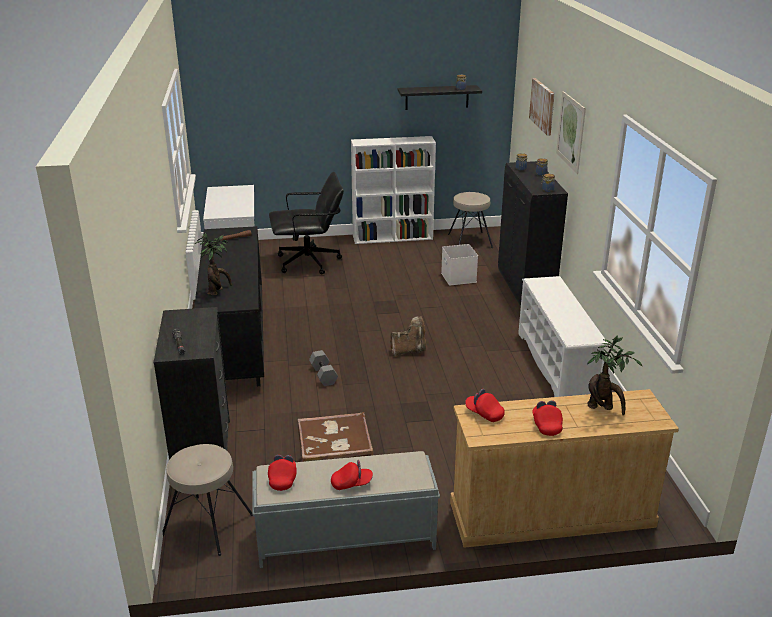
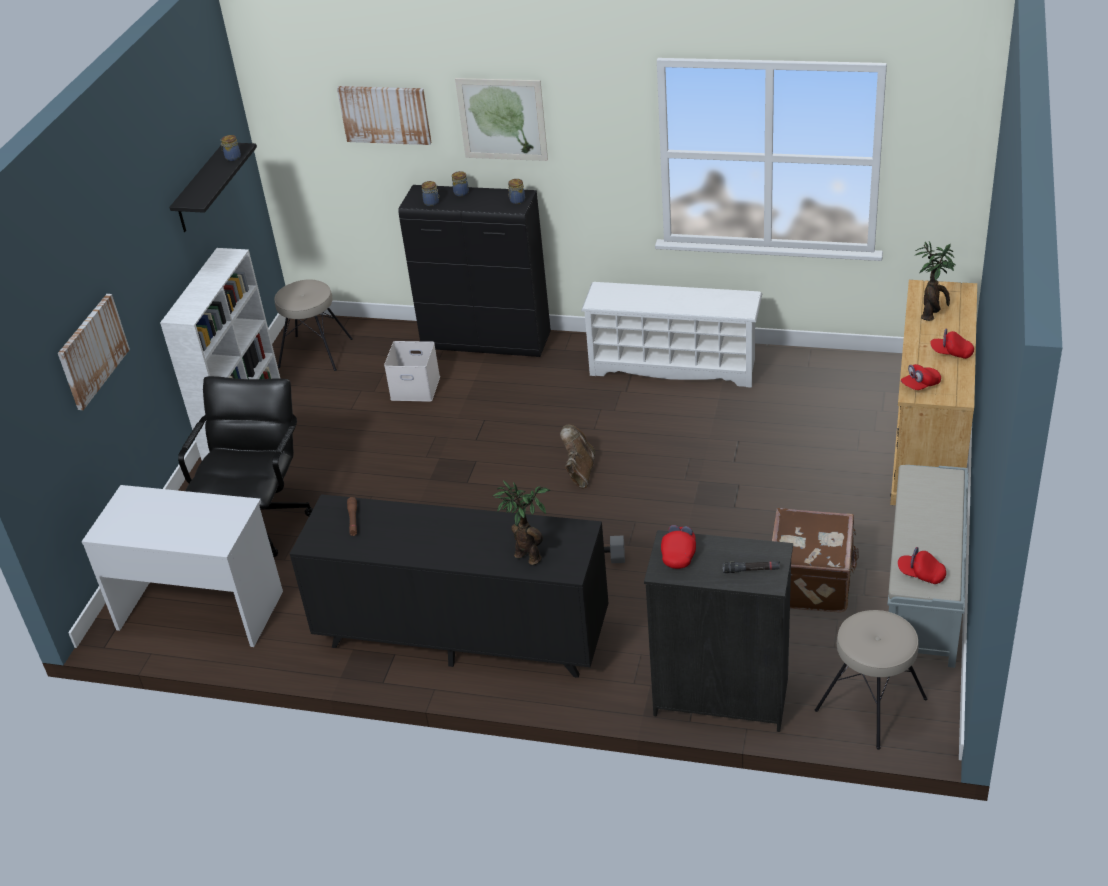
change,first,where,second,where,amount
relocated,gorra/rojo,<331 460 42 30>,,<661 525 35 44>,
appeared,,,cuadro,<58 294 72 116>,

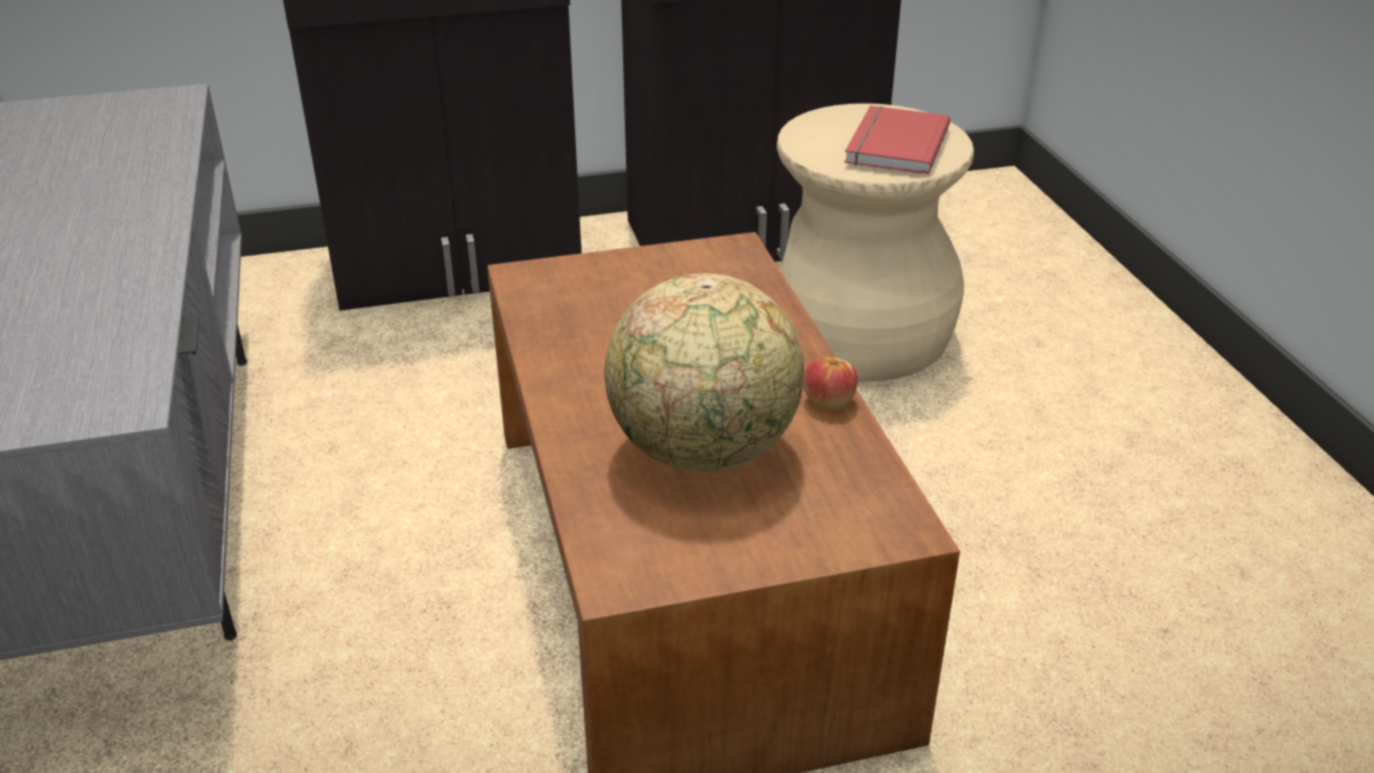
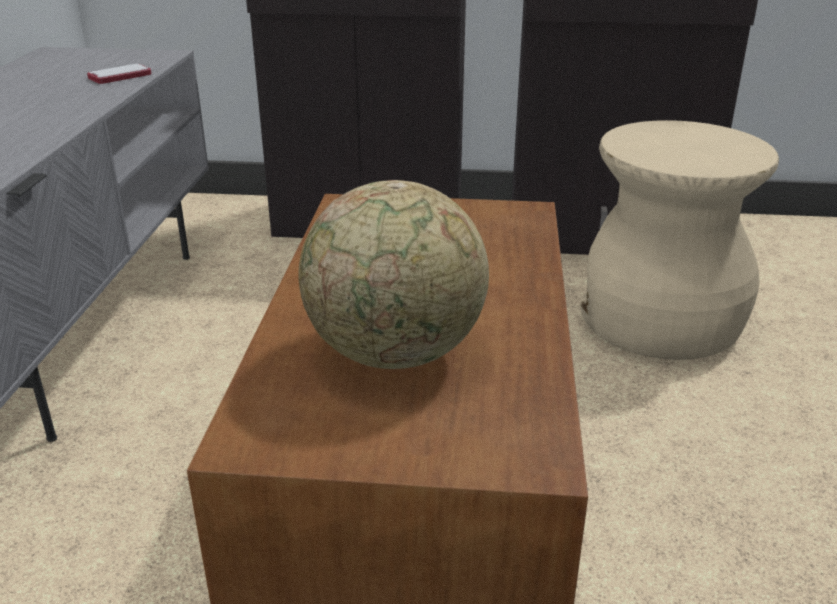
change,first,where,second,where,amount
missing,libro/rojo,<844 105 106 69>,,,
missing,manzana,<803 357 55 53>,,,
appeared,,,móvil,<87 64 64 20>,

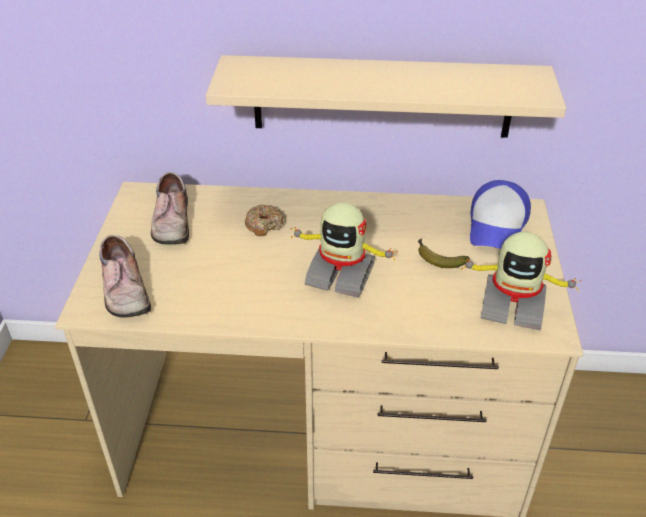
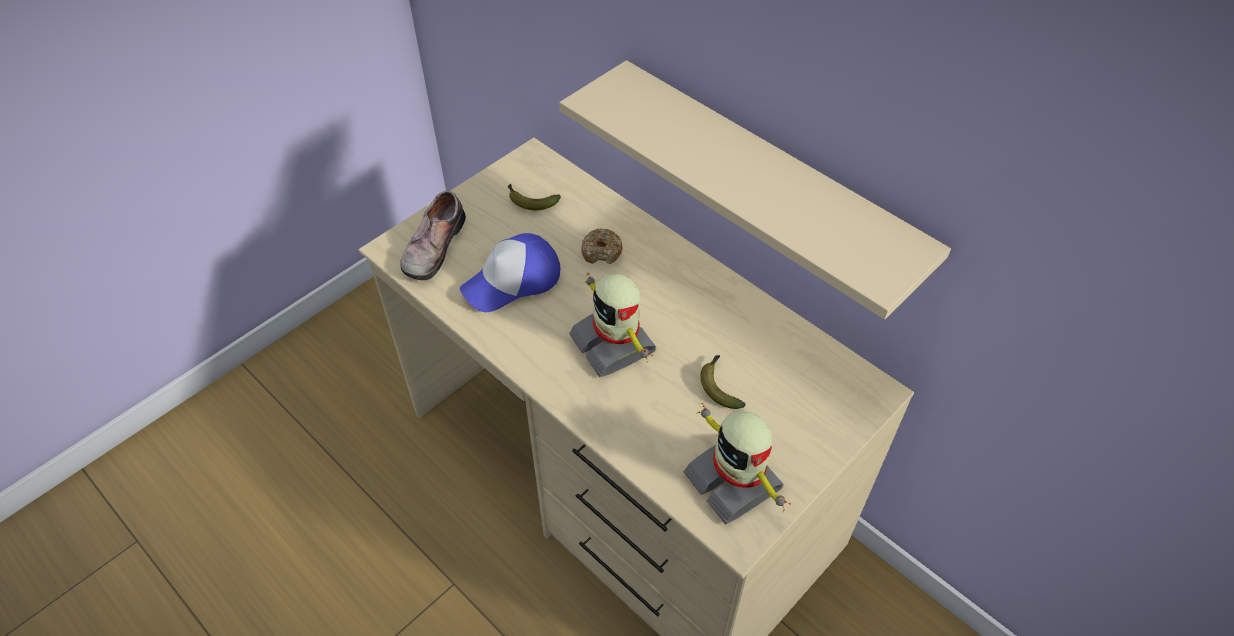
change,first,where,second,where,amount
exchanged,zapato,<151 172 38 73>,plátano,<508 183 53 27>,
relocated,gorra,<470 180 61 69>,,<460 233 100 79>,

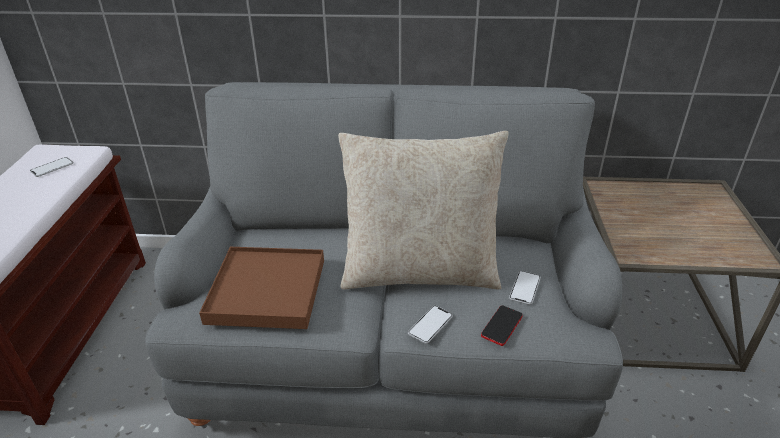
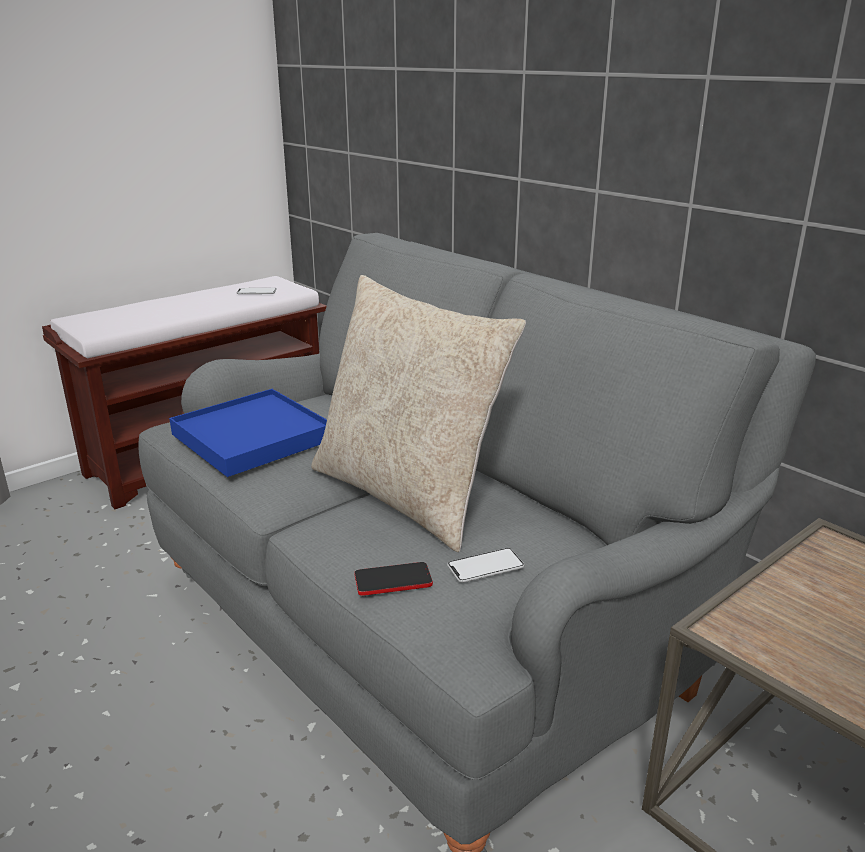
change,first,where,second,where,amount
colour,bandeja/marrón,<199 247 125 82>,bandeja/azul,<169 389 158 88>,
missing,móvil,<408 306 45 38>,,,

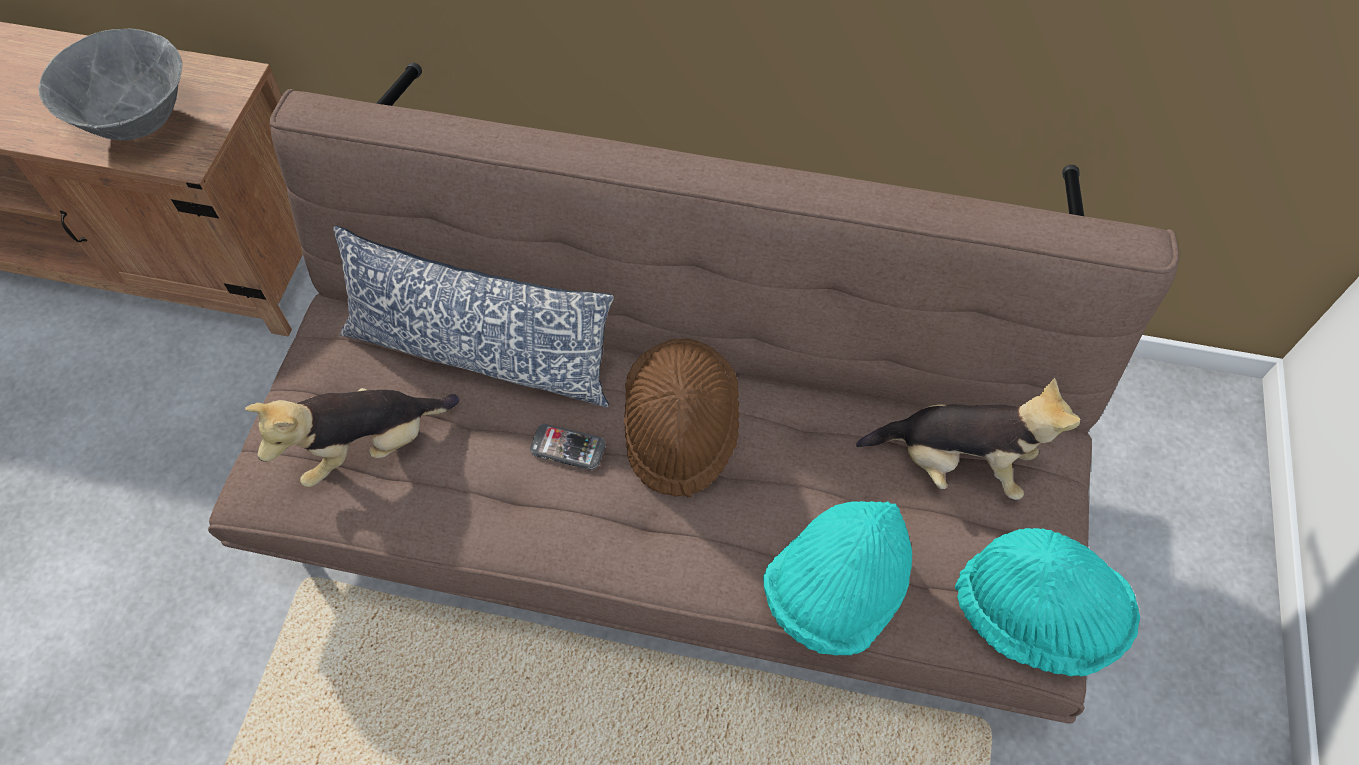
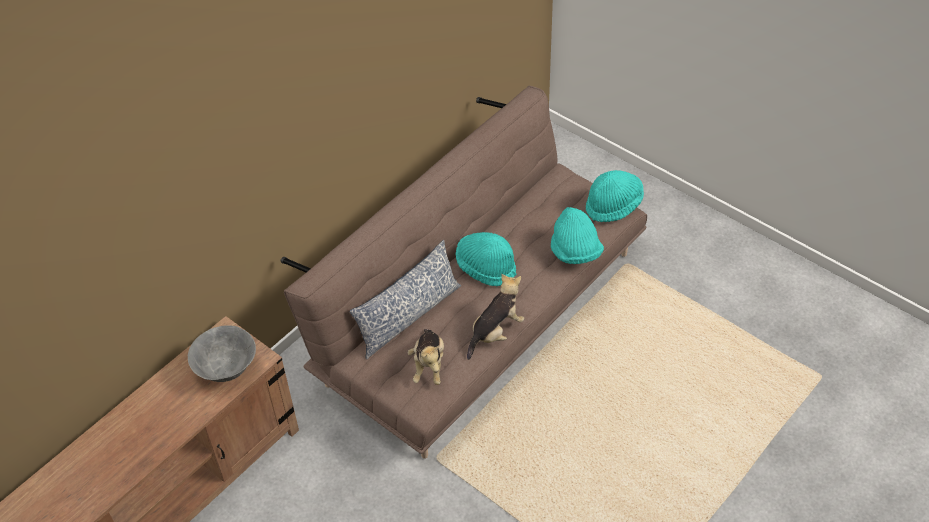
change,first,where,second,where,amount
colour,sombrero/marrón,<624 339 115 158>,sombrero/turquesa,<456 232 61 54>,
relocated,peluche,<856 378 224 122>,,<467 274 57 86>,
missing,móvil,<530 424 76 46>,,,

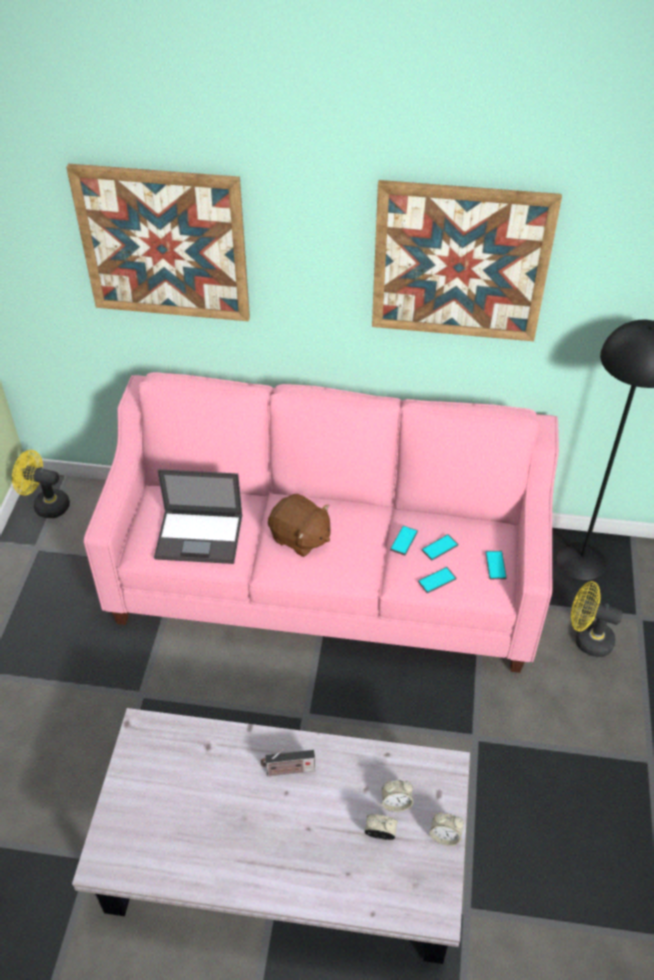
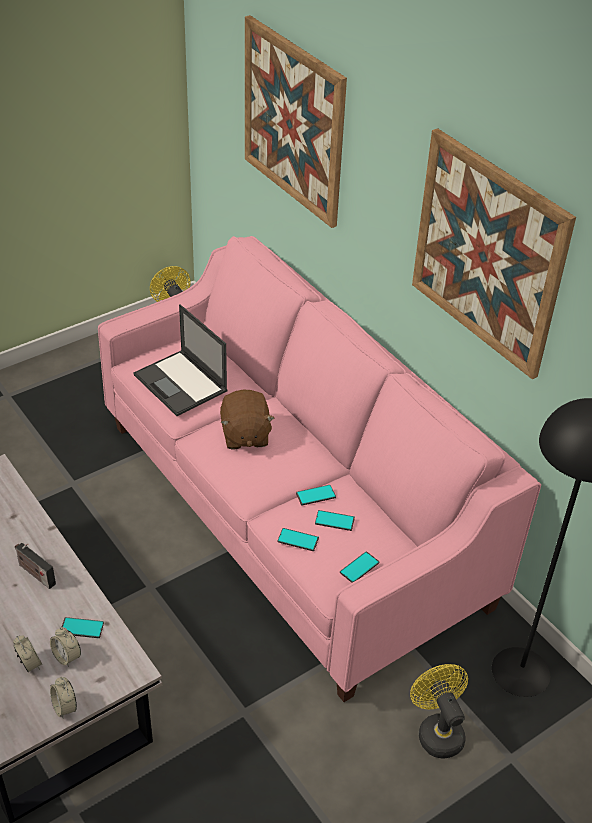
change,first,where,second,where,amount
appeared,,,móvil,<61 617 43 21>,

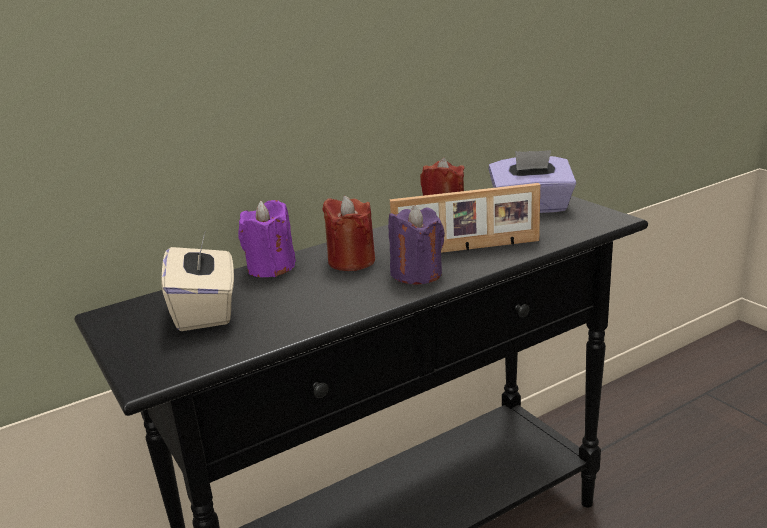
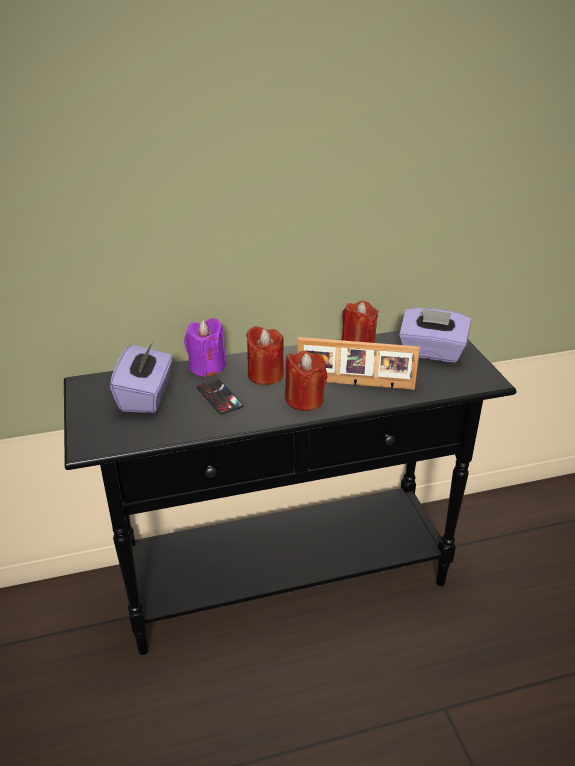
change,first,where,second,where,amount
colour,vela/morado,<388 205 57 79>,vela/rojo,<285 351 43 60>,
colour,caja de pañuelos/beis,<161 230 73 101>,caja de pañuelos/morado,<110 343 63 70>,
appeared,,,móvil,<197 379 47 35>,

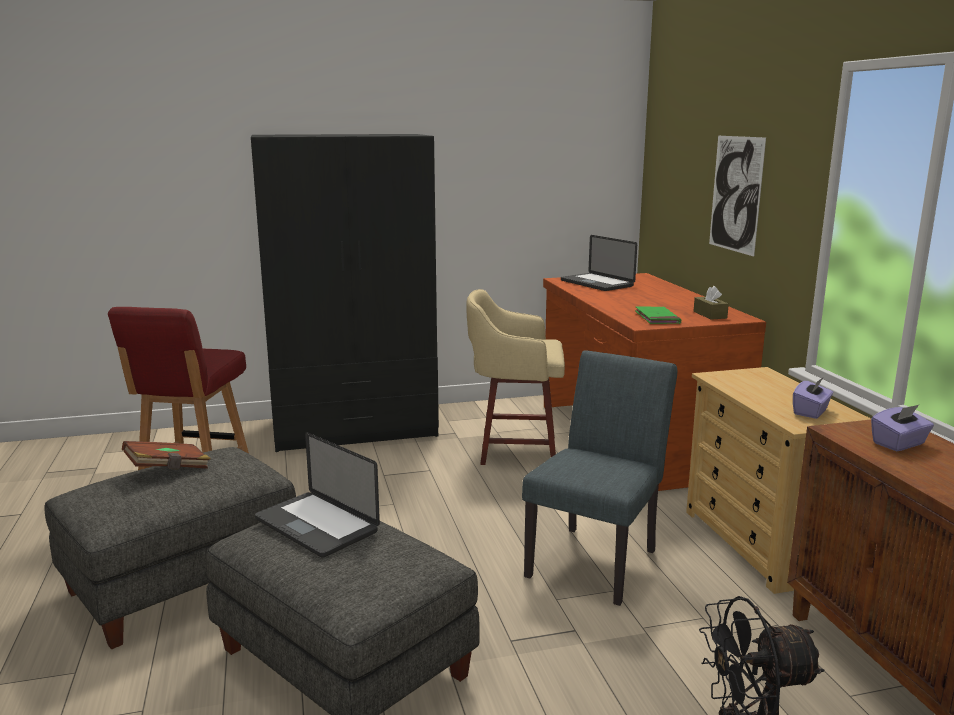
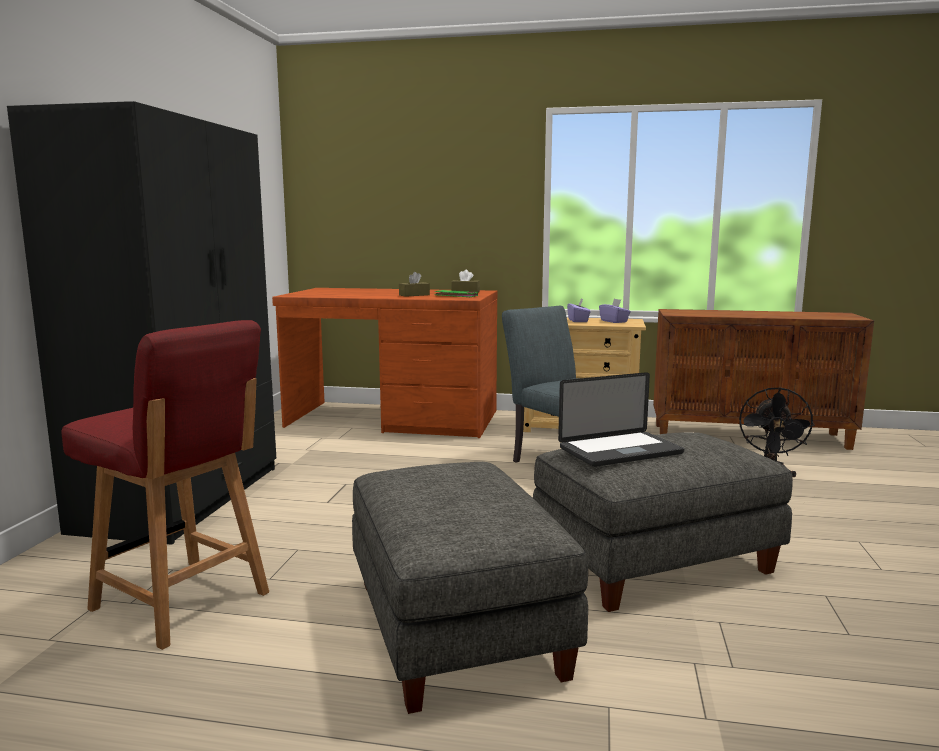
change,first,where,second,where,amount
missing,cuadro,<709 136 57 121>,,,
missing,portátil,<561 235 76 56>,,,
missing,taburete/beis,<466 289 99 176>,,,
relocated,caja de pañuelos/morado,<871 405 63 46>,,<567 299 24 23>,
missing,libro/marrón,<122 441 89 28>,,,
appeared,,,caja de pañuelos/marrón,<399 272 31 25>,

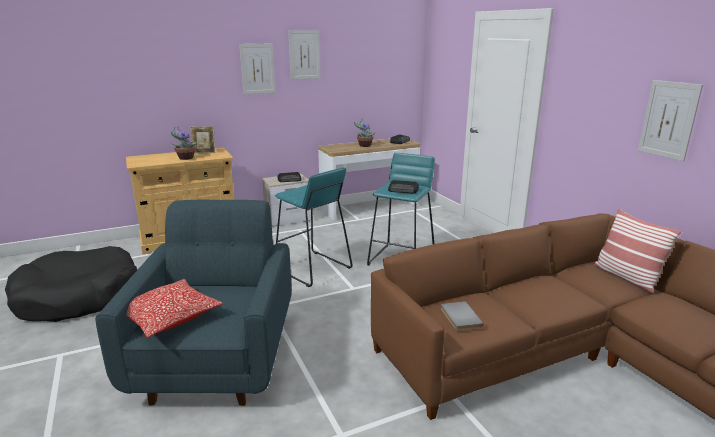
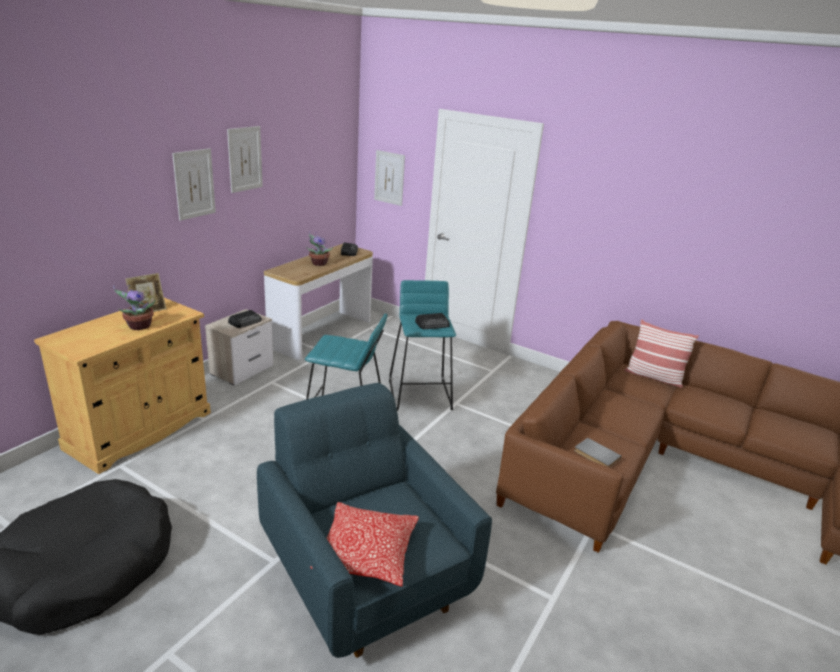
change,first,where,second,where,amount
relocated,cuadro,<638 80 65 81>,,<374 150 31 56>,

